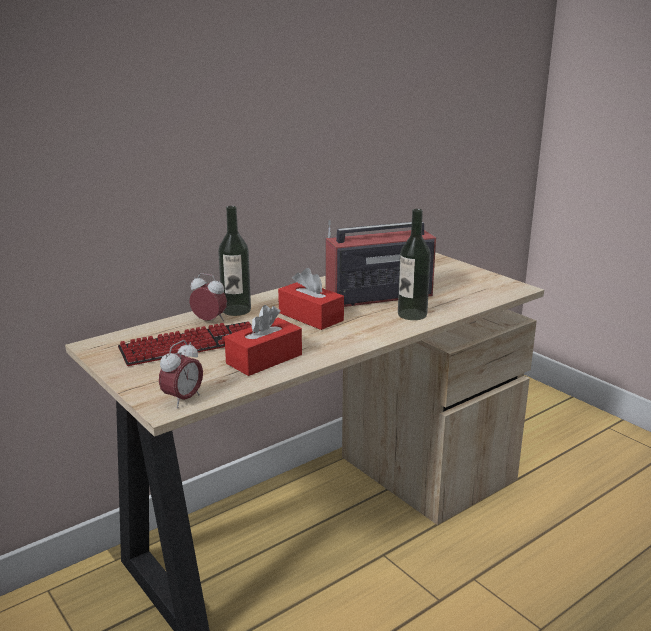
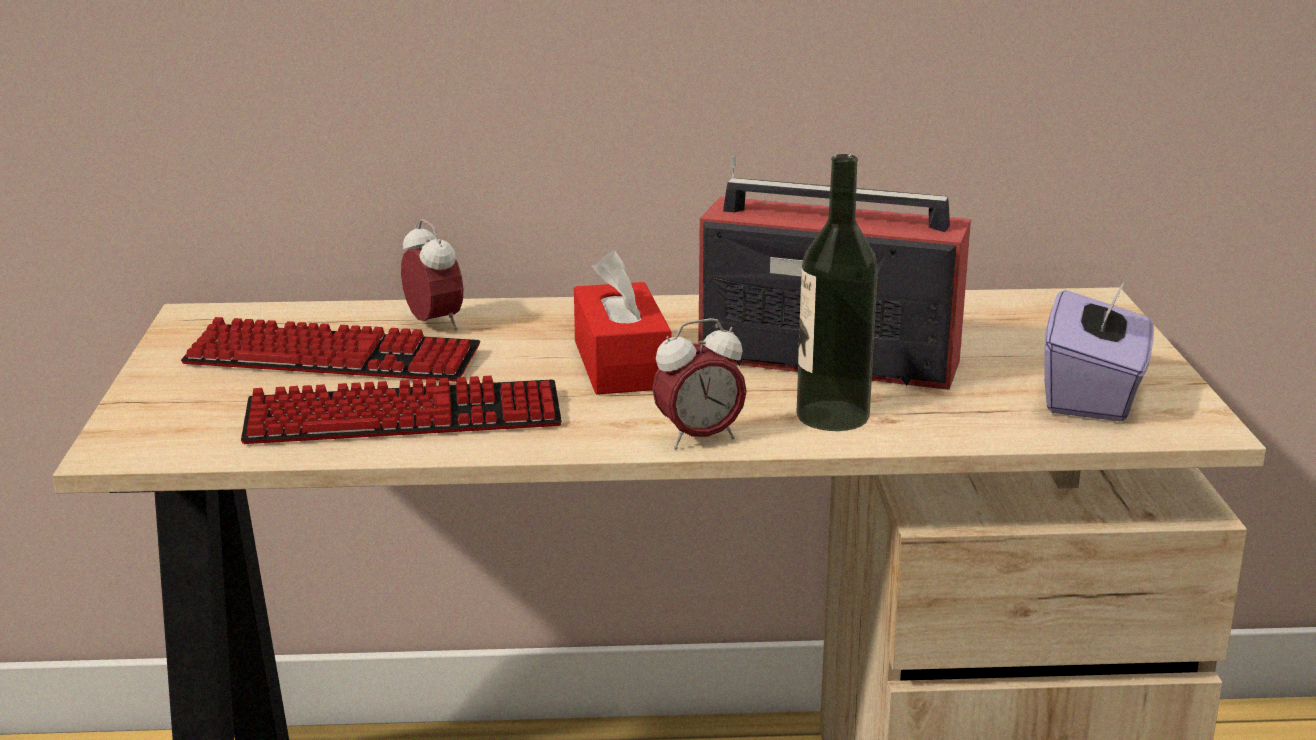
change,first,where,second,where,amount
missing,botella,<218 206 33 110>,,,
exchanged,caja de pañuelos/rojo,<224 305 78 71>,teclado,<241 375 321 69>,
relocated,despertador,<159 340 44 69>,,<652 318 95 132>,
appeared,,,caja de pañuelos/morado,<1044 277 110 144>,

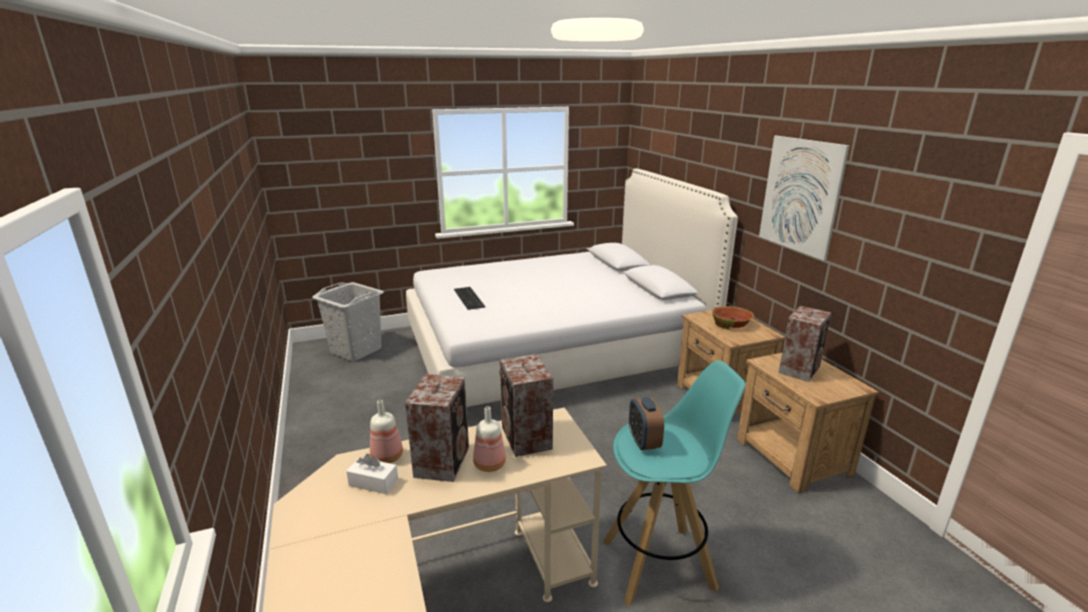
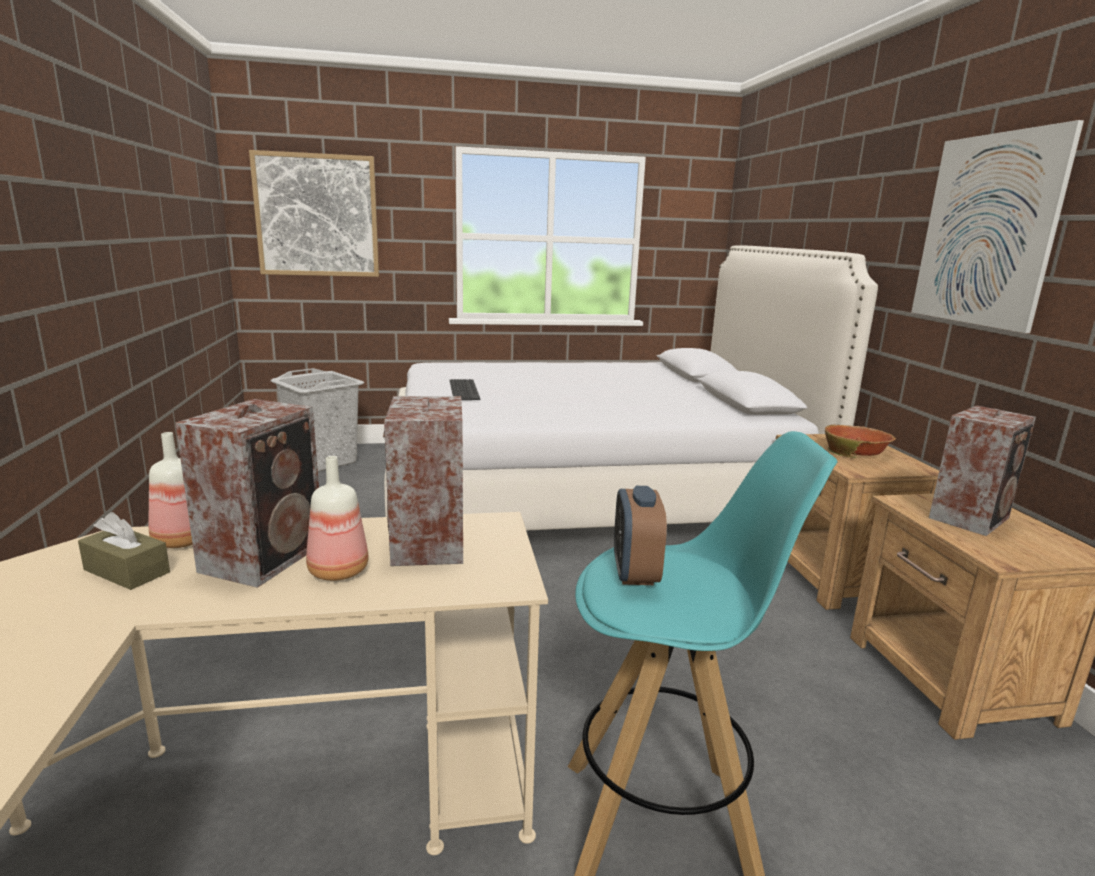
change,first,where,second,where,amount
colour,caja de pañuelos/blanco,<346 454 52 40>,caja de pañuelos/marrón,<78 512 92 78>,
appeared,,,cuadro,<249 150 130 127>,

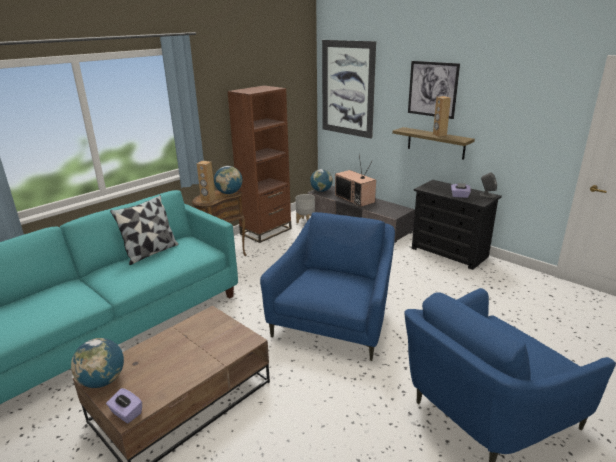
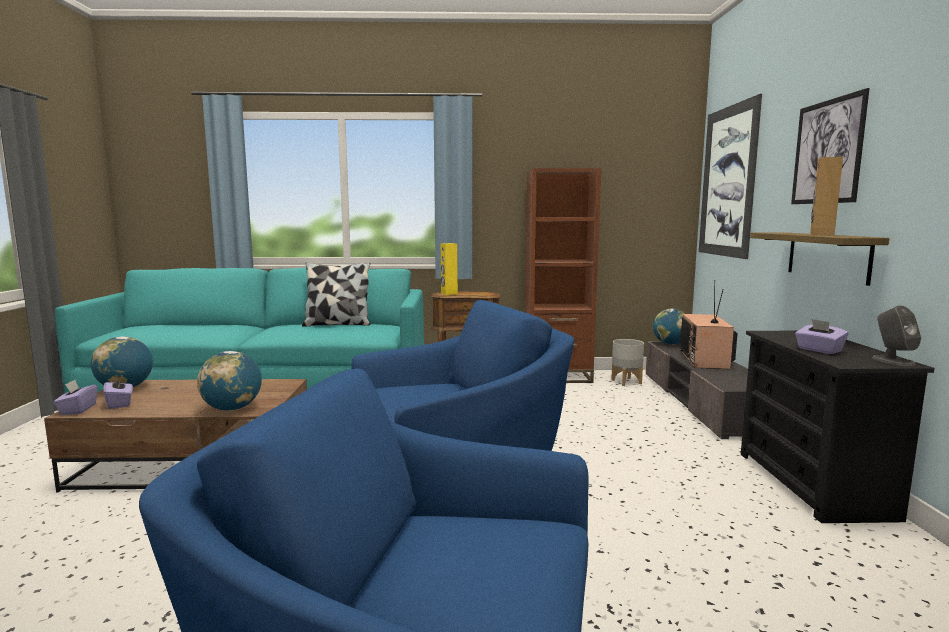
change,first,where,second,where,amount
colour,altavoz/marrón,<197 161 19 41>,altavoz/amarillo,<441 243 17 52>,
relocated,globo terráqueo,<214 166 28 28>,,<197 351 65 60>,
appeared,,,caja de pañuelos/morado,<103 376 30 33>,

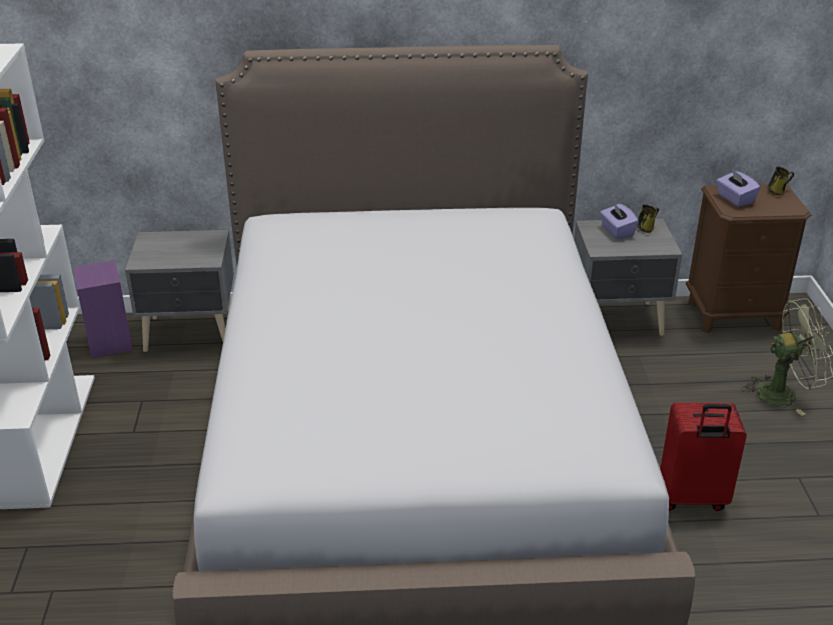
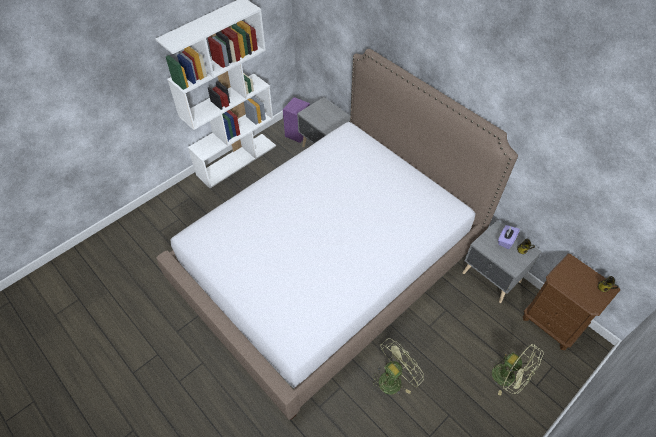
change,first,where,second,where,amount
missing,caja de pañuelos/morado,<717 169 43 38>,,,
exchanged,maleta/rojo,<660 402 87 109>,ventilador/verde,<372 338 52 56>,

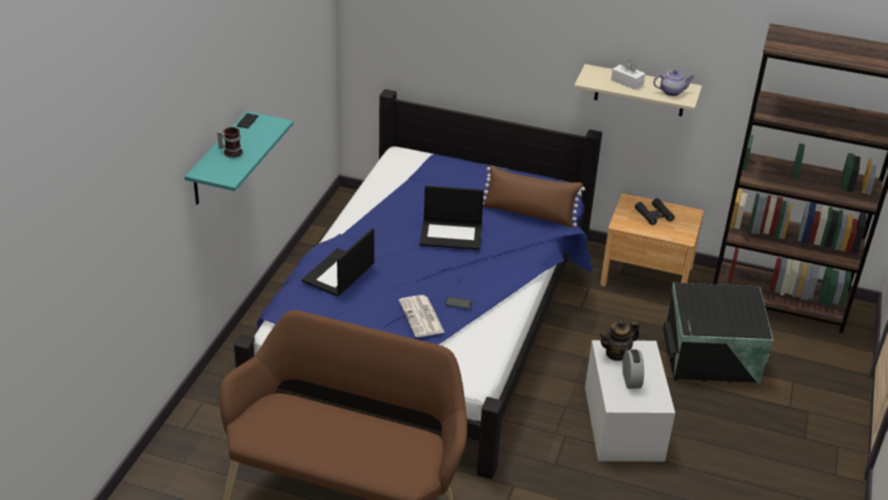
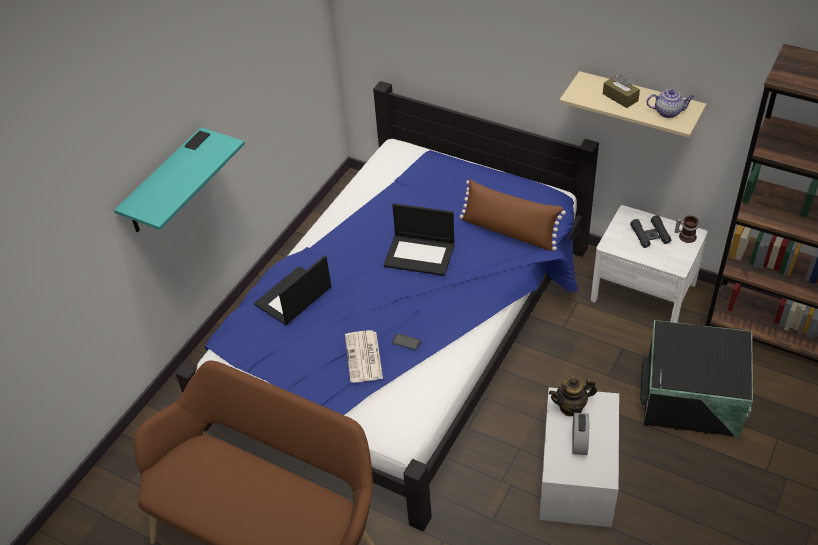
change,first,where,second,where,amount
colour,caja de pañuelos/blanco,<611 60 34 30>,caja de pañuelos/marrón,<603 75 37 33>,
relocated,taza grande,<217 127 26 31>,,<675 216 24 27>,
colour,mesita de noche/marrón,<600 194 104 93>,mesita de noche/blanco,<591 205 117 118>,

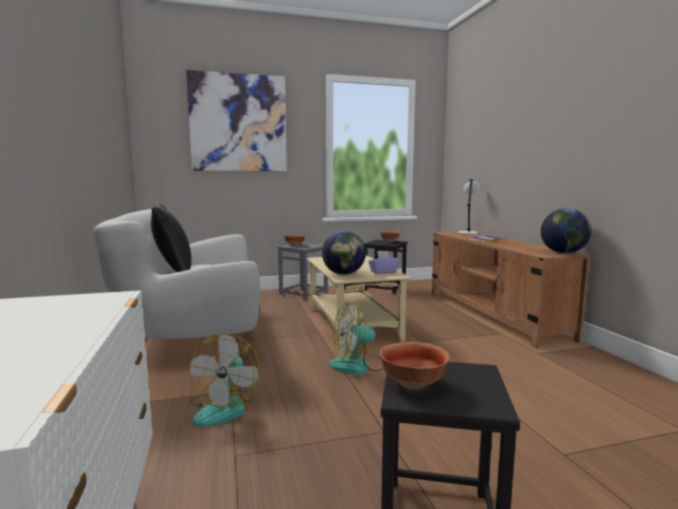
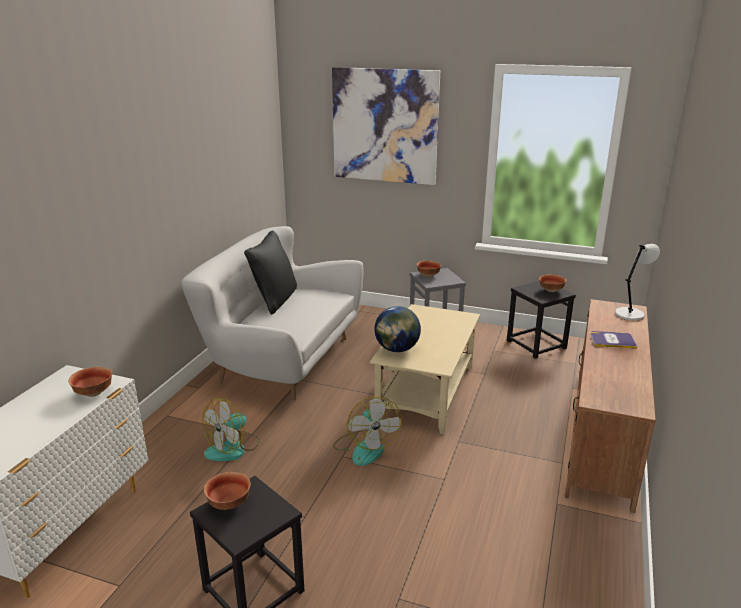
change,first,where,second,where,amount
missing,globo terráqueo,<541 209 51 44>,,,
missing,caja de pañuelos/morado,<368 251 31 23>,,,
spun,ventilador,<329 303 55 71>,,<333 397 69 69>,120 degrees counterclockwise
appeared,,,cuenco,<68 367 45 30>,

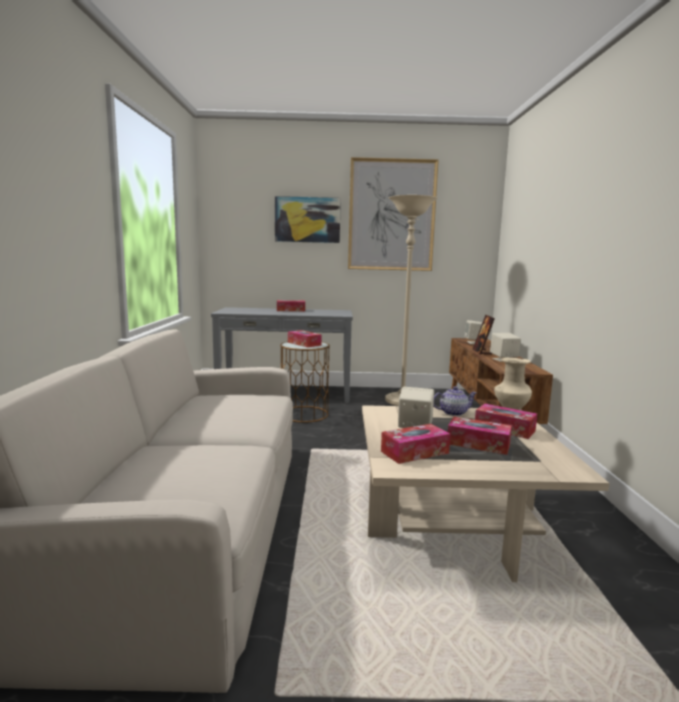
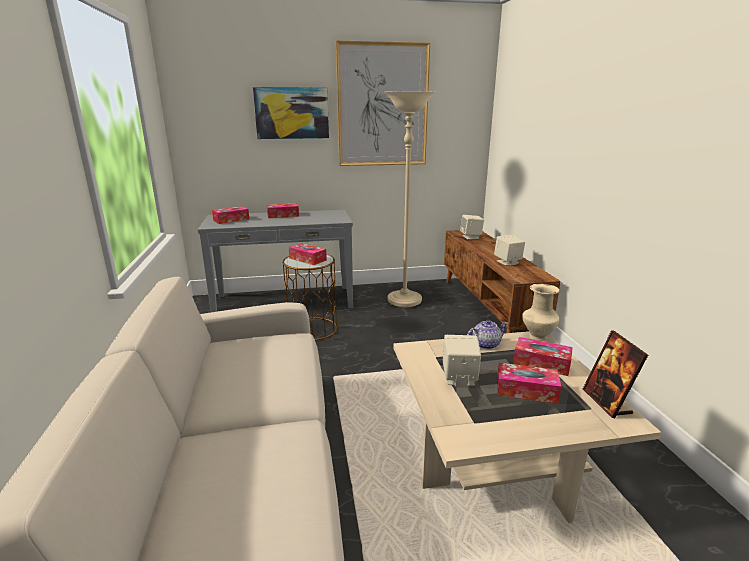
change,first,where,second,where,amount
relocated,portarretratos,<473 315 22 40>,,<583 330 65 88>,
relocated,caja de pañuelos,<381 424 69 40>,,<212 206 37 18>,

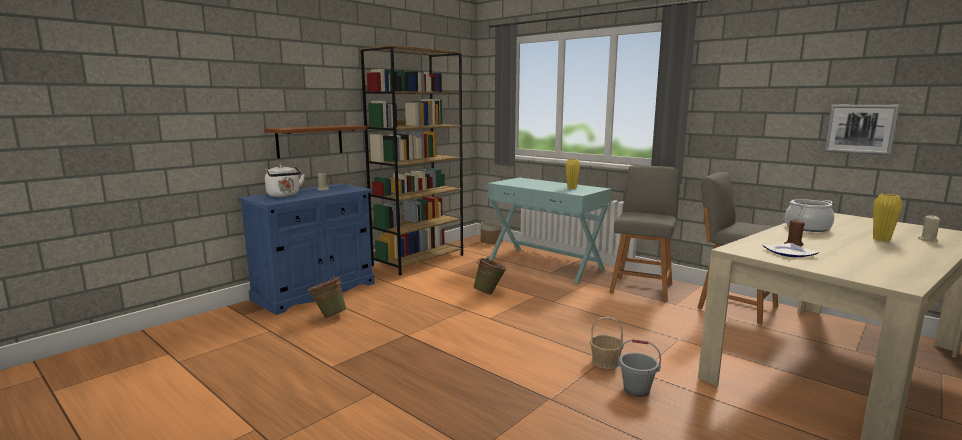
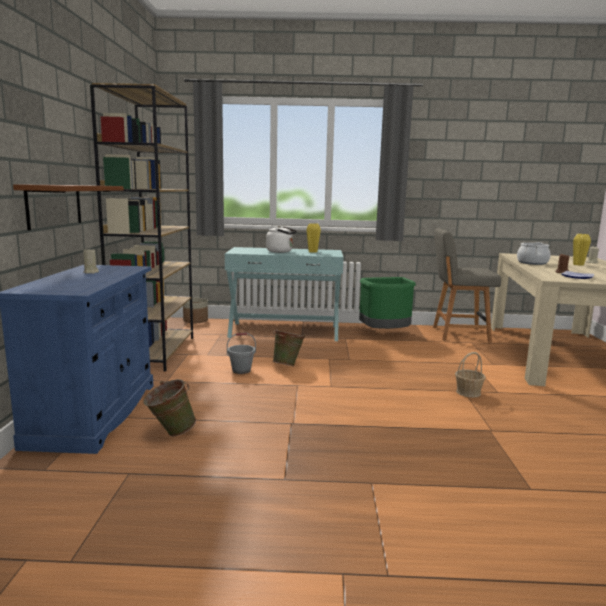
change,first,where,second,where,amount
missing,cuadro,<824 105 76 50>,,,
relocated,hervidor/blanco,<265 165 40 32>,,<266 226 31 27>,
exchanged,silla/gris,<609 165 71 137>,papelera/verde,<359 277 57 52>,
relocated,cubo/gris,<617 339 44 58>,,<227 333 29 41>,

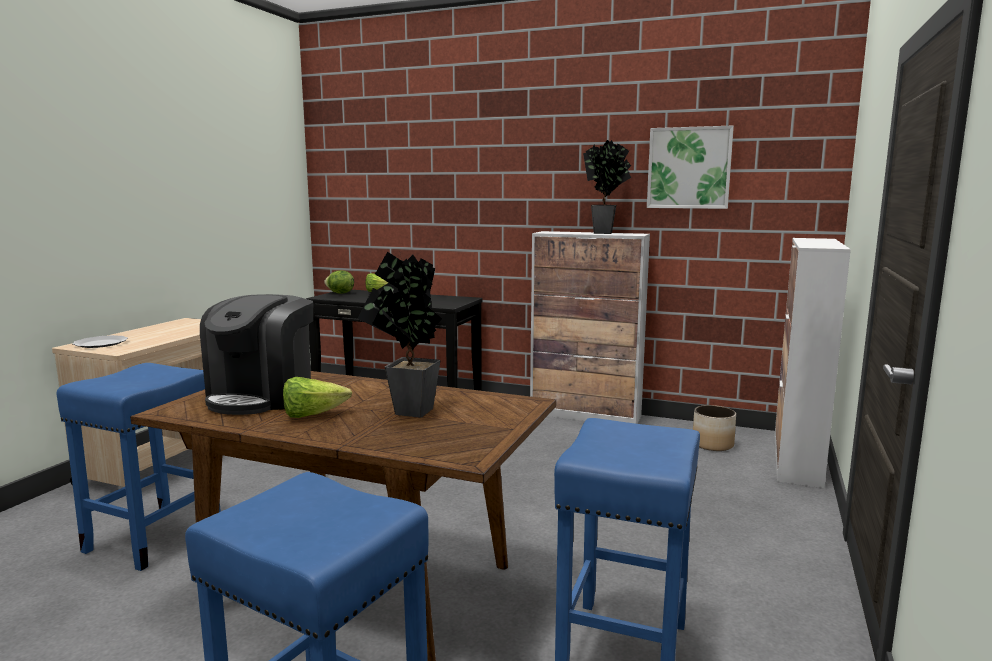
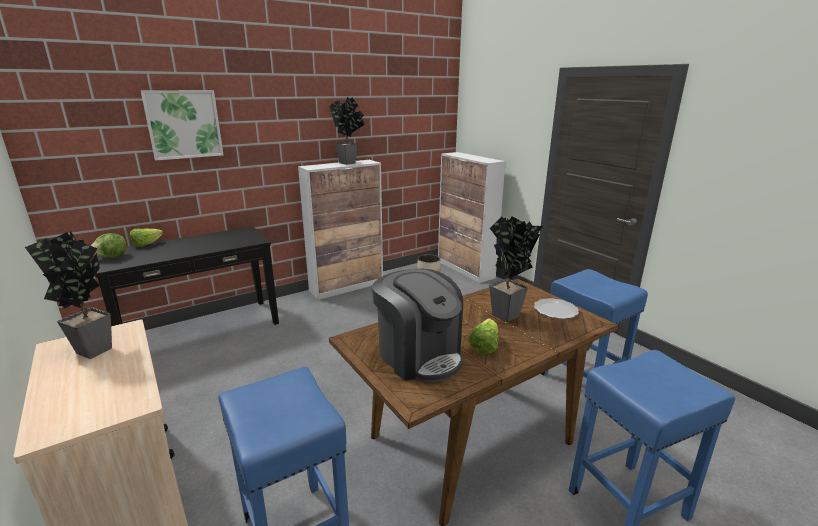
change,first,where,second,where,amount
relocated,cuadro,<647 126 87 83>,,<141 90 83 71>,
relocated,plato,<72 335 56 13>,,<534 298 45 21>,
appeared,,,planta en maceta,<25 230 87 129>,

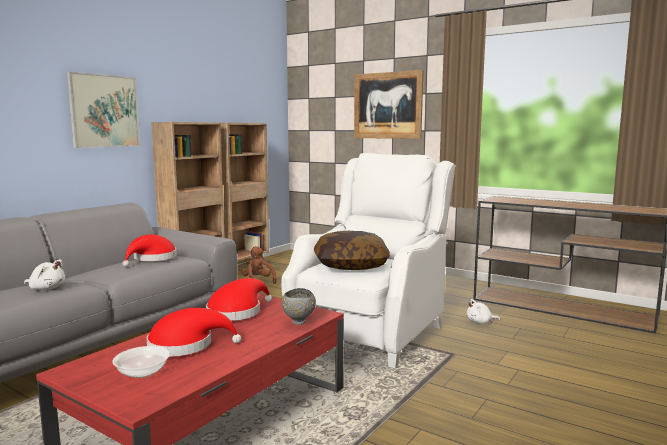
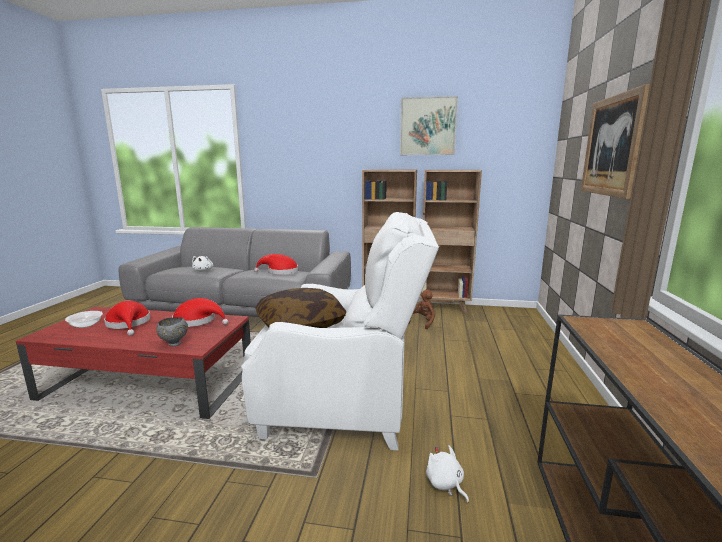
change,first,where,second,where,amount
relocated,cuadro,<67 72 73 76>,,<400 96 58 59>,

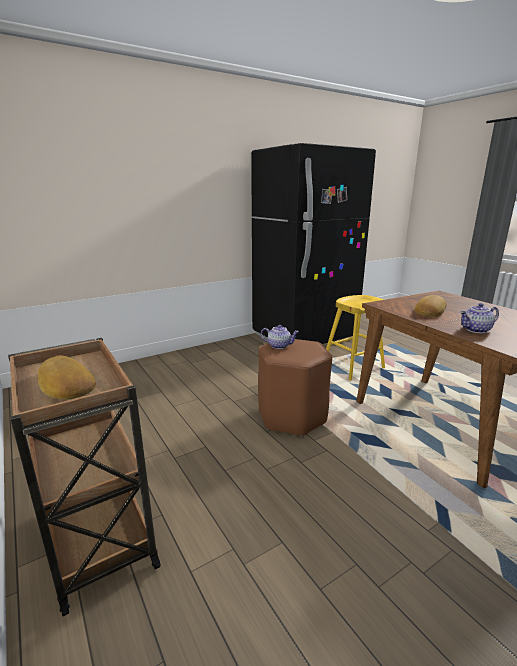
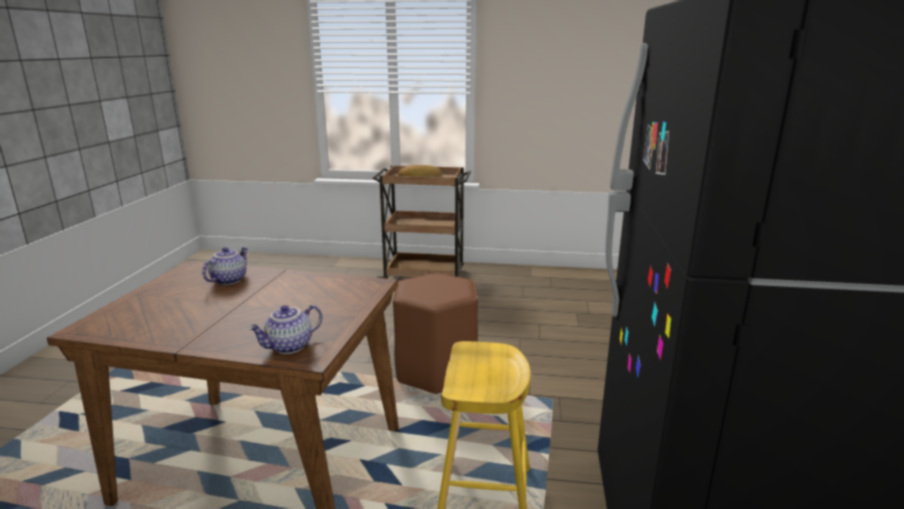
change,first,where,second,where,amount
missing,pan,<415 295 32 22>,,,
relocated,tetera,<260 325 39 24>,,<248 305 74 49>,

